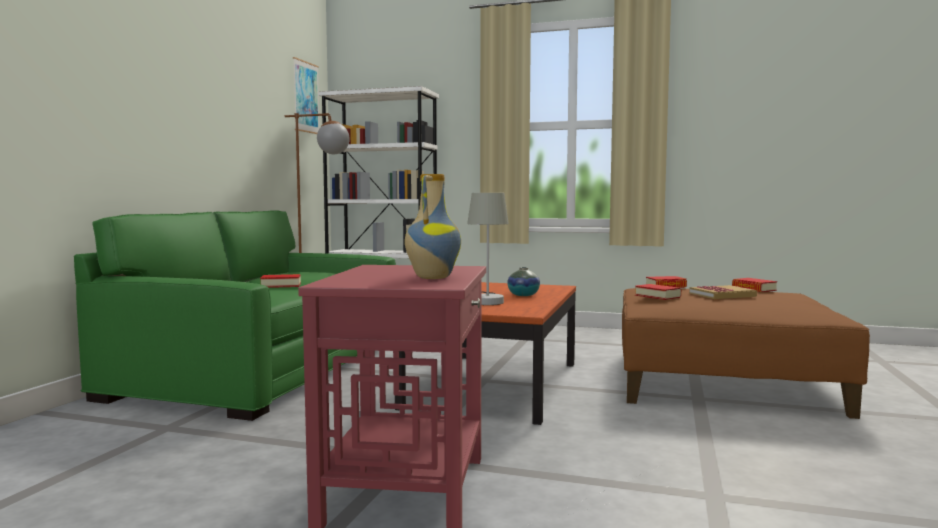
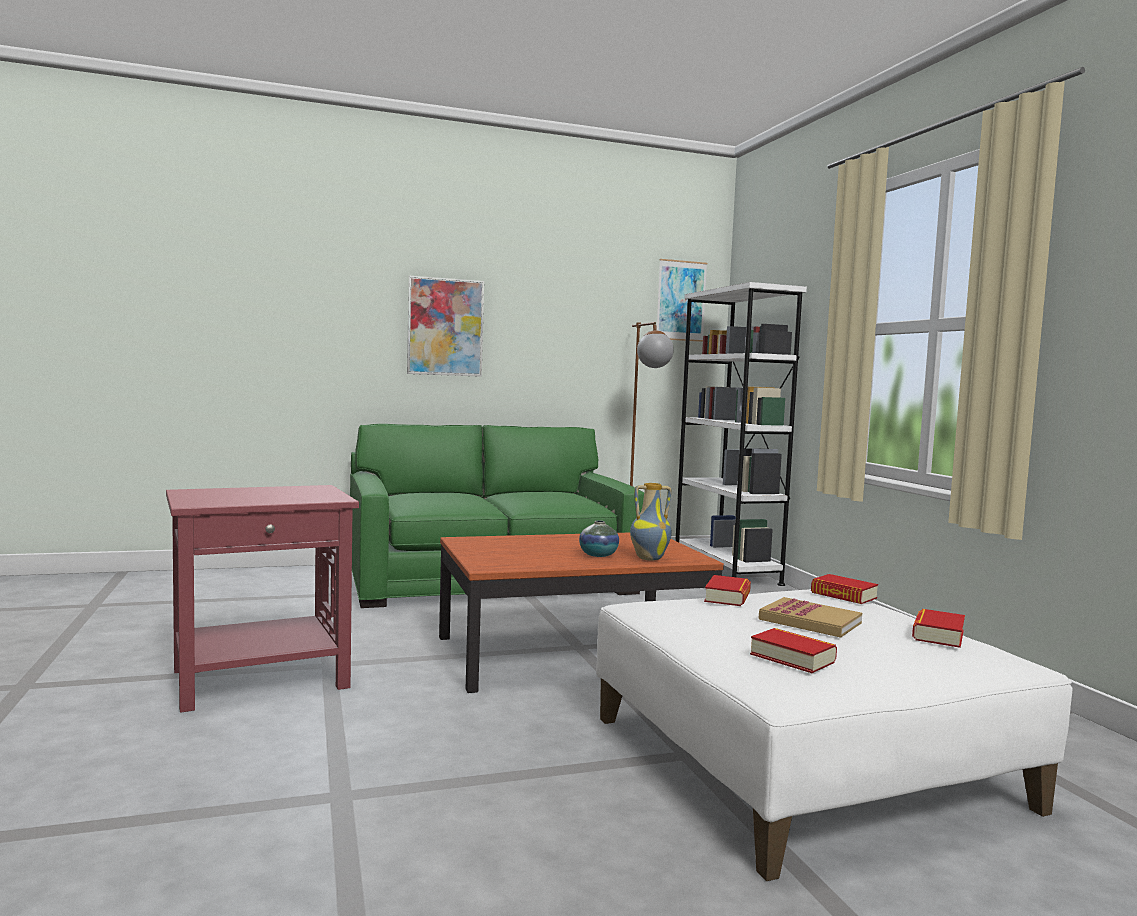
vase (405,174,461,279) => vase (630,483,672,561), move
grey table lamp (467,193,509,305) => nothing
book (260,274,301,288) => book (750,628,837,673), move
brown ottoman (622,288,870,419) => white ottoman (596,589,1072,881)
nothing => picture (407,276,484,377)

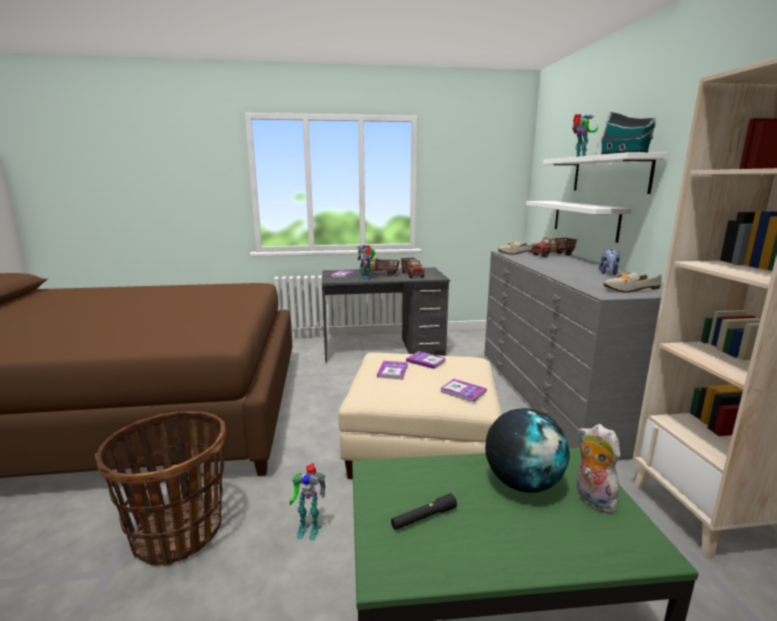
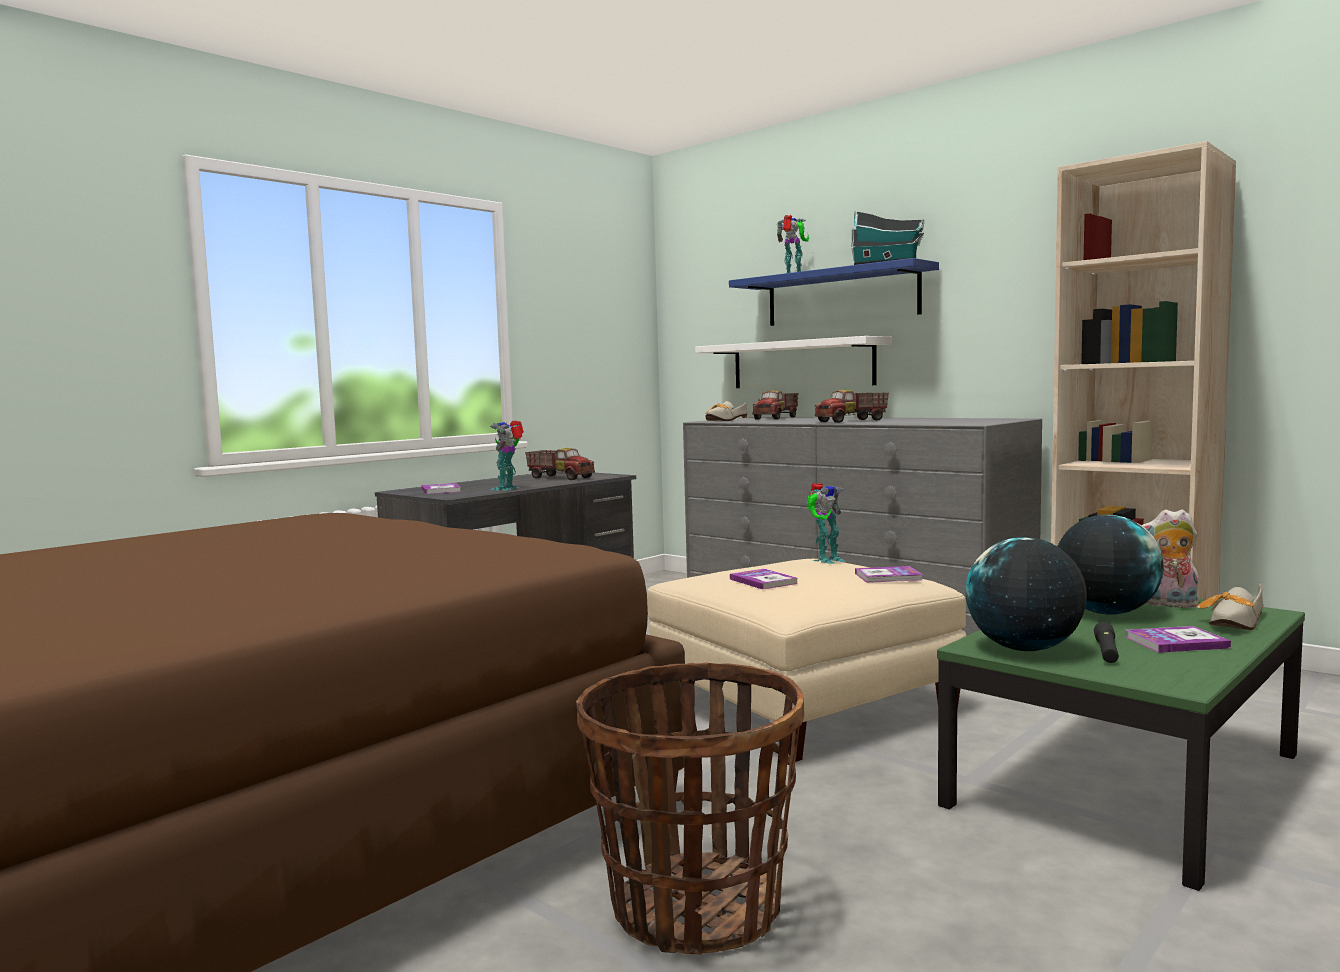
white shelf (543,152,667,194) => blue shelf (729,258,939,326)
plush toy (599,249,620,275) => nothing
toy truck (360,258,400,276) => toy truck (815,390,889,423), move
shoe (603,272,661,293) => shoe (1196,583,1263,630), move
book (406,351,445,369) => book (1125,626,1231,653), move
toy robot (289,463,325,541) => toy robot (806,483,846,564), move
nothing => globe (965,537,1087,651)

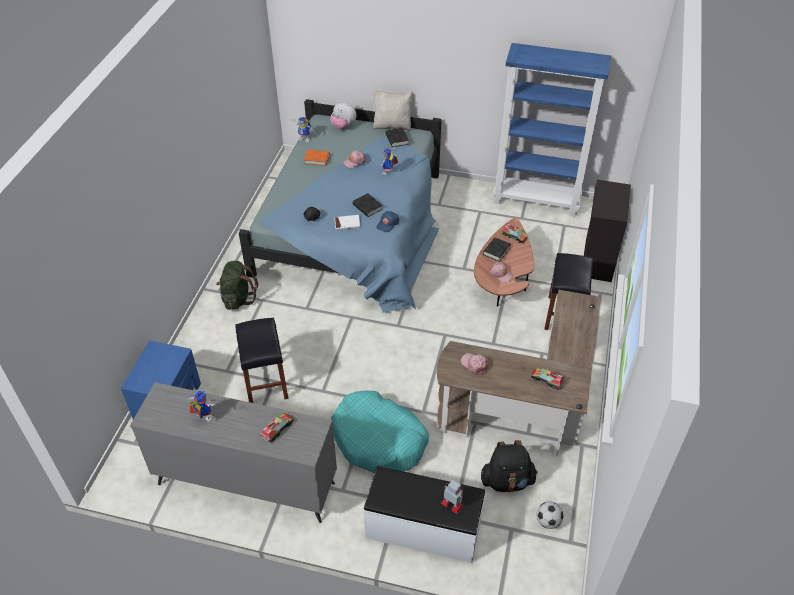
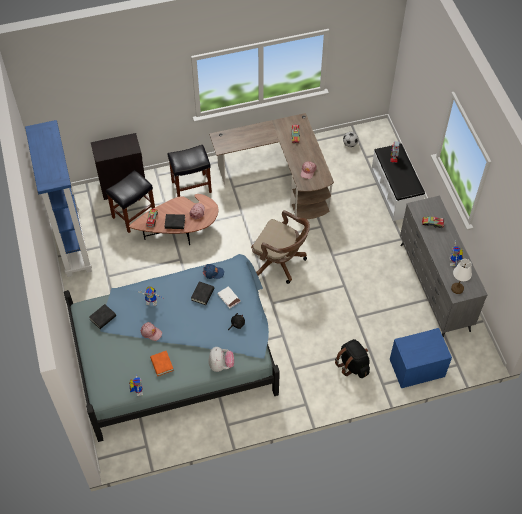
beige pillow (372,91,412,131) => nothing
plush toy (330,101,356,129) => plush toy (209,347,234,372), move
green backpack (216,261,258,310) => nothing
black stool (235,318,288,403) => black stool (106,170,155,233), move
turquoise dog bed (331,390,429,473) => nothing
black backpack (481,440,538,492) => black backpack (335,339,370,378), move
nothing => brown office chair (251,210,310,284)
nothing => white table lamp (451,259,472,294)

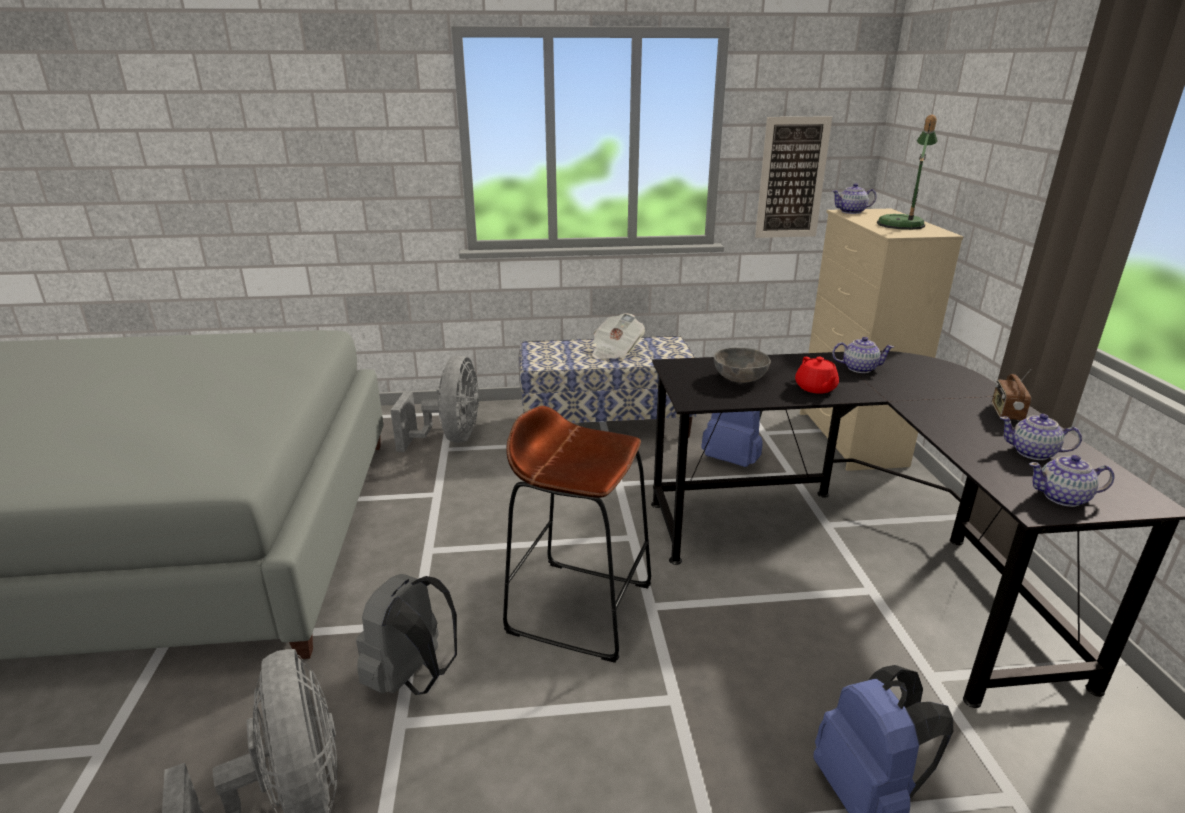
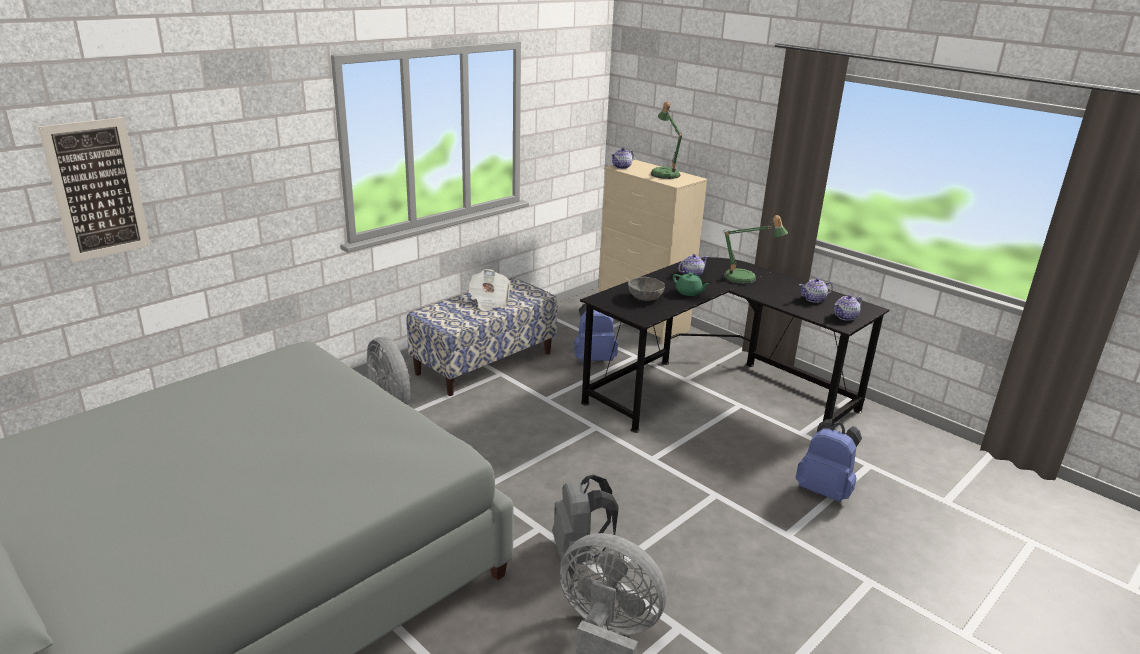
picture (755,116,832,238) => picture (38,117,151,262), move
red teapot (795,357,839,394) => green teapot (673,273,710,296)
radio (992,369,1031,421) => nothing
brown stool (503,406,651,663) => nothing
nothing => table lamp (722,215,788,285)

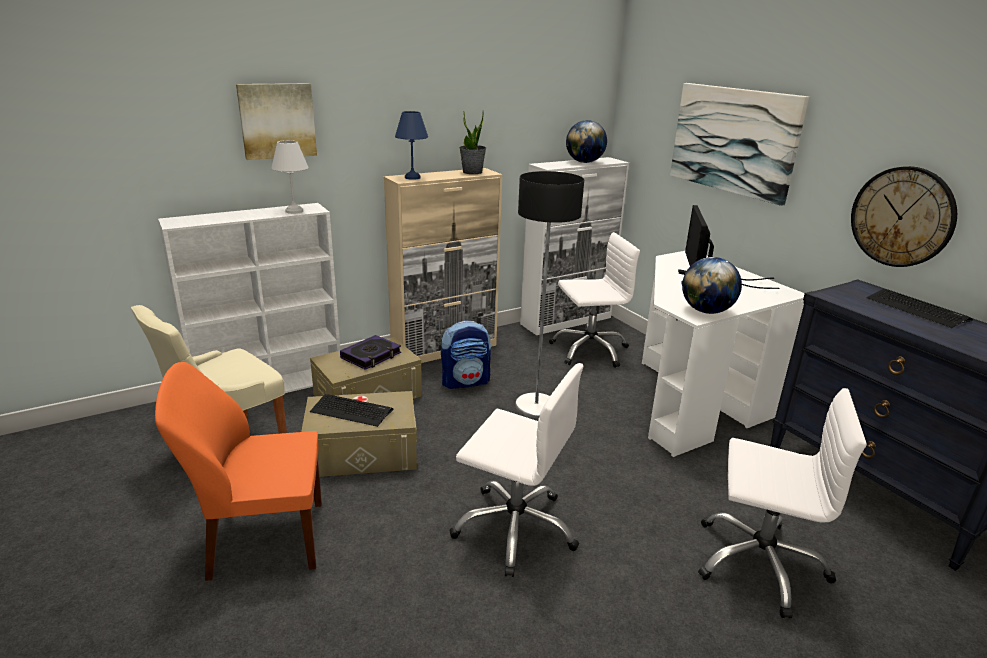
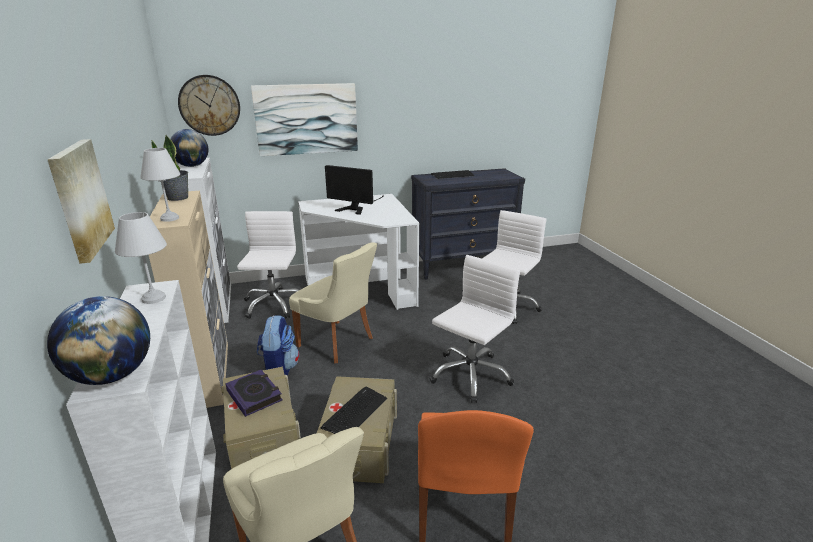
blue table lamp (395,111,428,180) => white table lamp (140,148,180,222)
wall clock (851,166,957,267) => wall clock (178,75,240,136), move
floor lamp (515,171,584,418) => beige chair (289,242,377,363)
globe (682,257,742,314) => globe (47,296,150,385), move

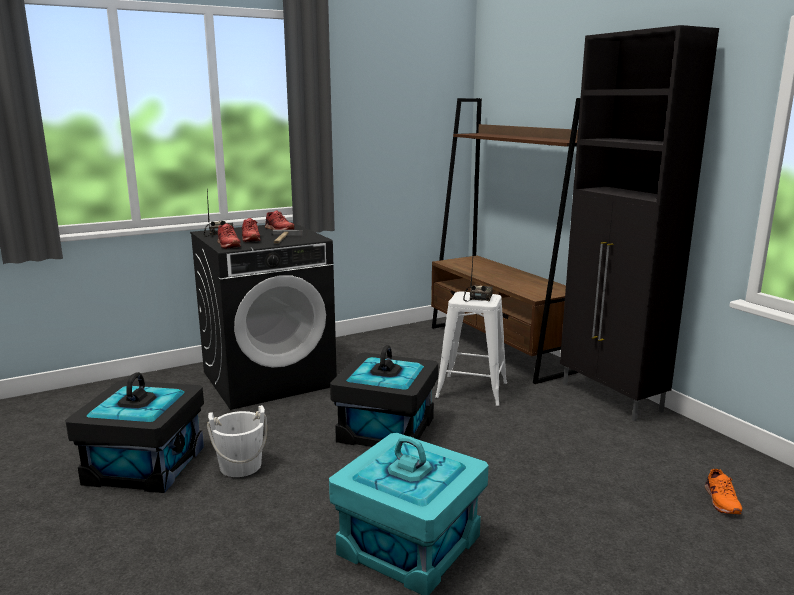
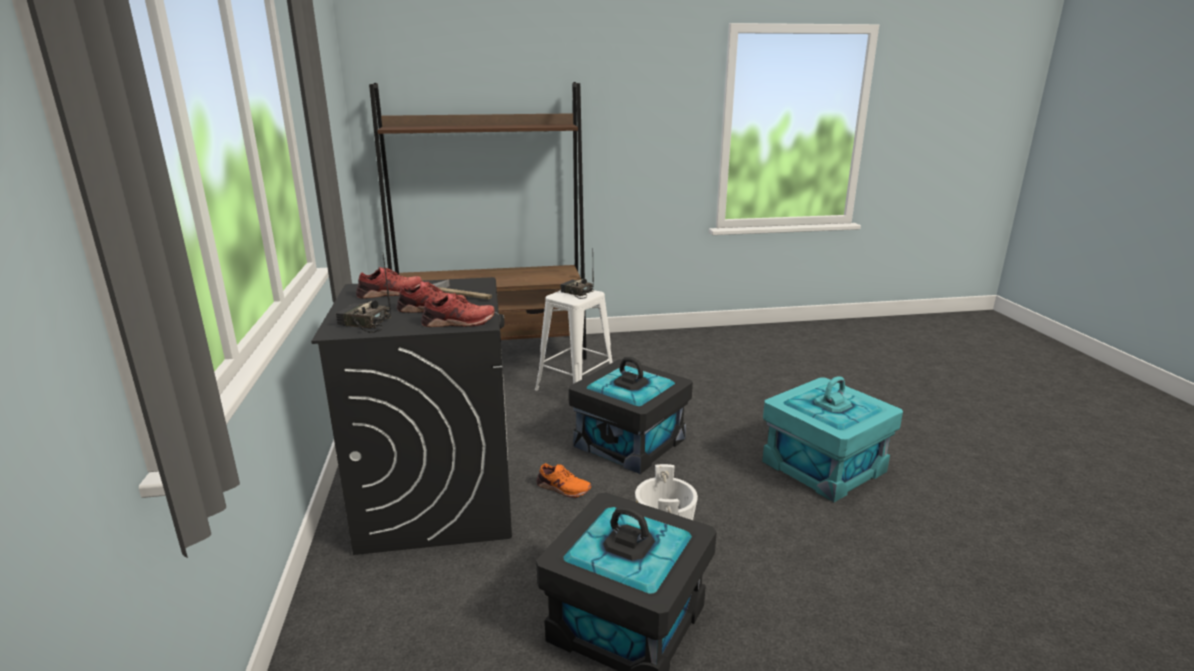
black cabinet (560,25,719,422) => nothing
orange shoe (705,469,742,514) => orange shoe (537,463,591,498), move

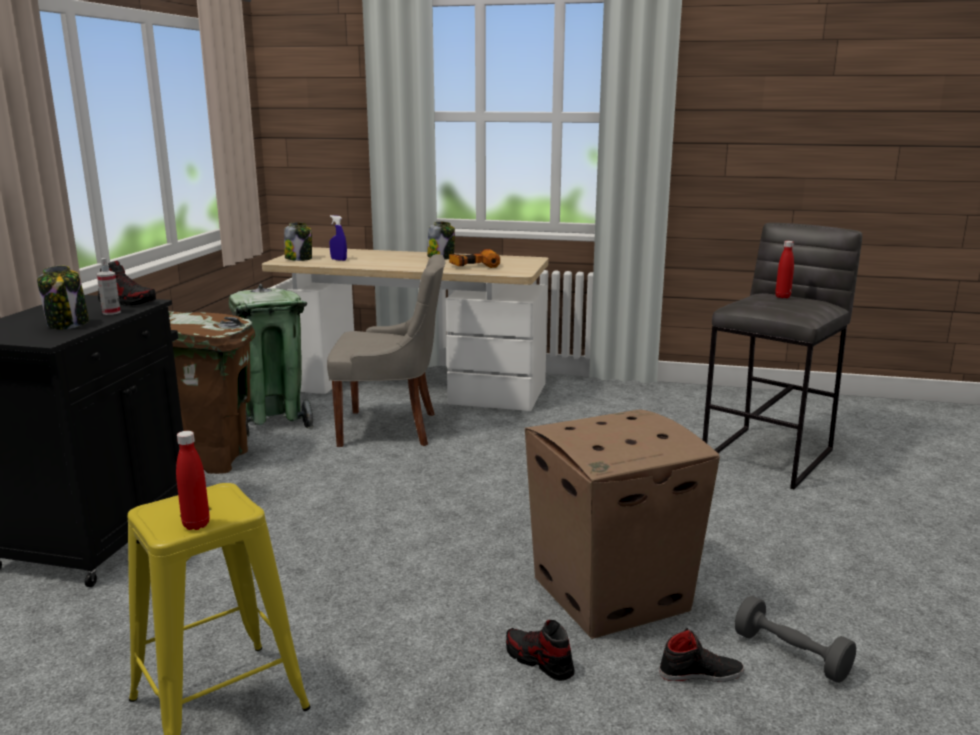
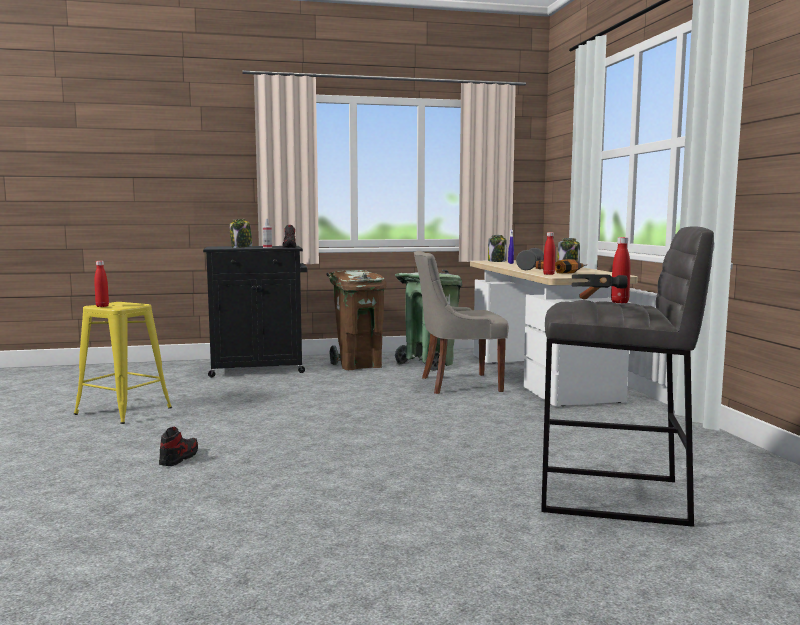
grey chair (327,254,446,447) => grey chair (414,251,509,394), 105 degrees clockwise
cardboard box (525,409,720,639) => nothing
grey dumbbell (735,596,856,683) => grey dumbbell (516,248,544,270), move
black shoe (659,628,744,682) => nothing
nothing => red bottle (543,232,555,275)
nothing => hammer (572,274,628,299)

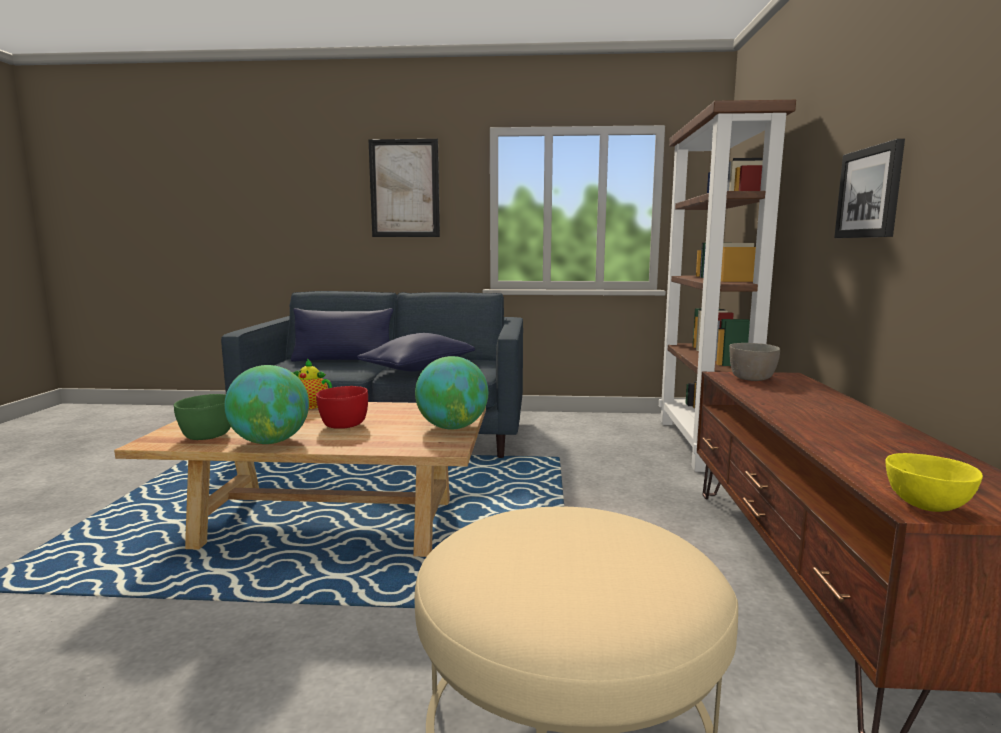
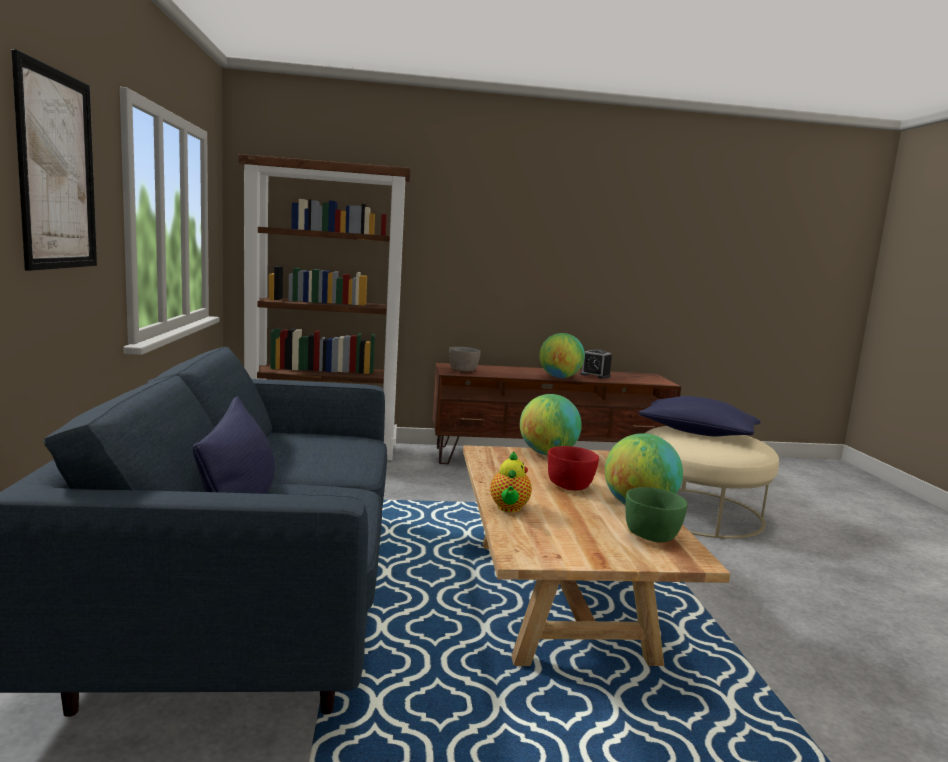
picture (834,139,905,238) => nothing
blue pillow (357,333,475,372) => blue pillow (638,396,761,436), move
yellow bowl (885,453,983,512) => nothing
nothing => globe (539,333,585,378)
nothing => alarm clock (580,349,612,379)

